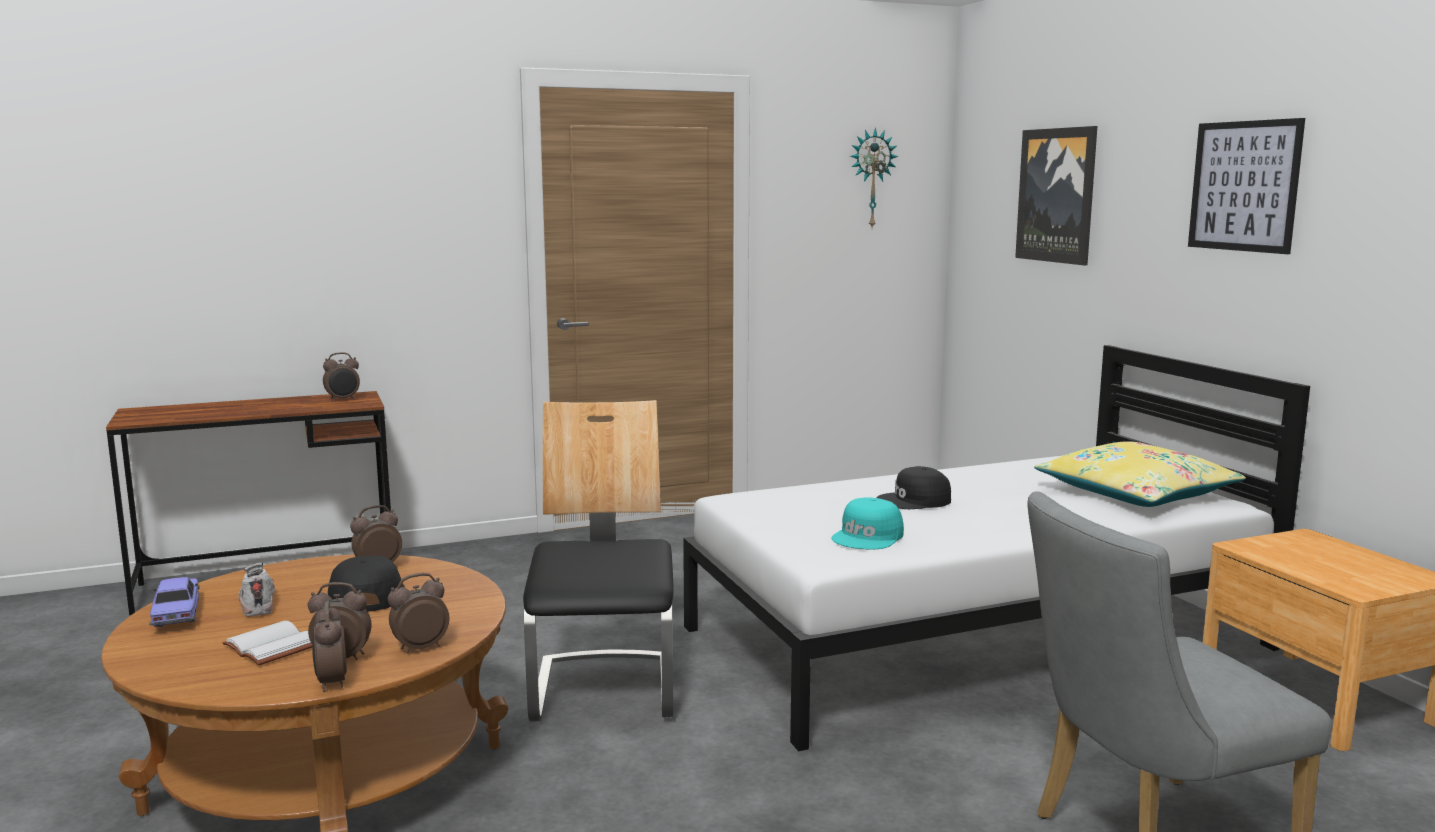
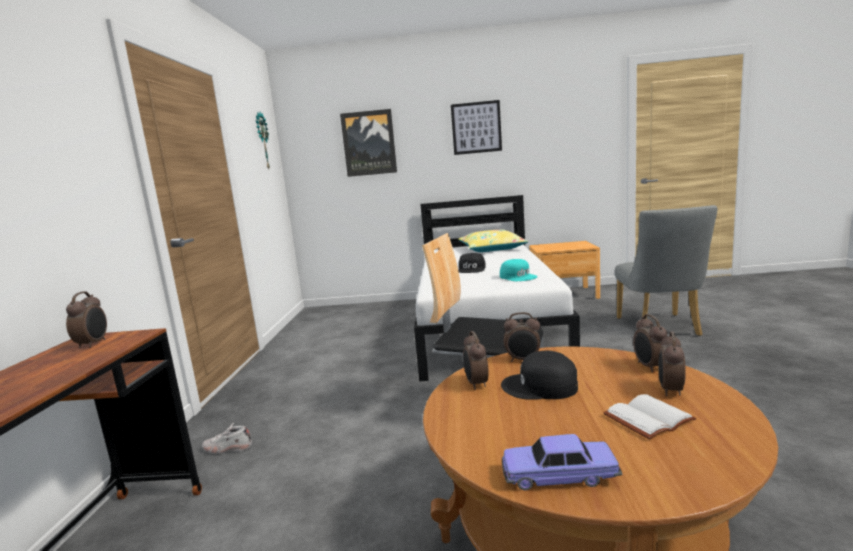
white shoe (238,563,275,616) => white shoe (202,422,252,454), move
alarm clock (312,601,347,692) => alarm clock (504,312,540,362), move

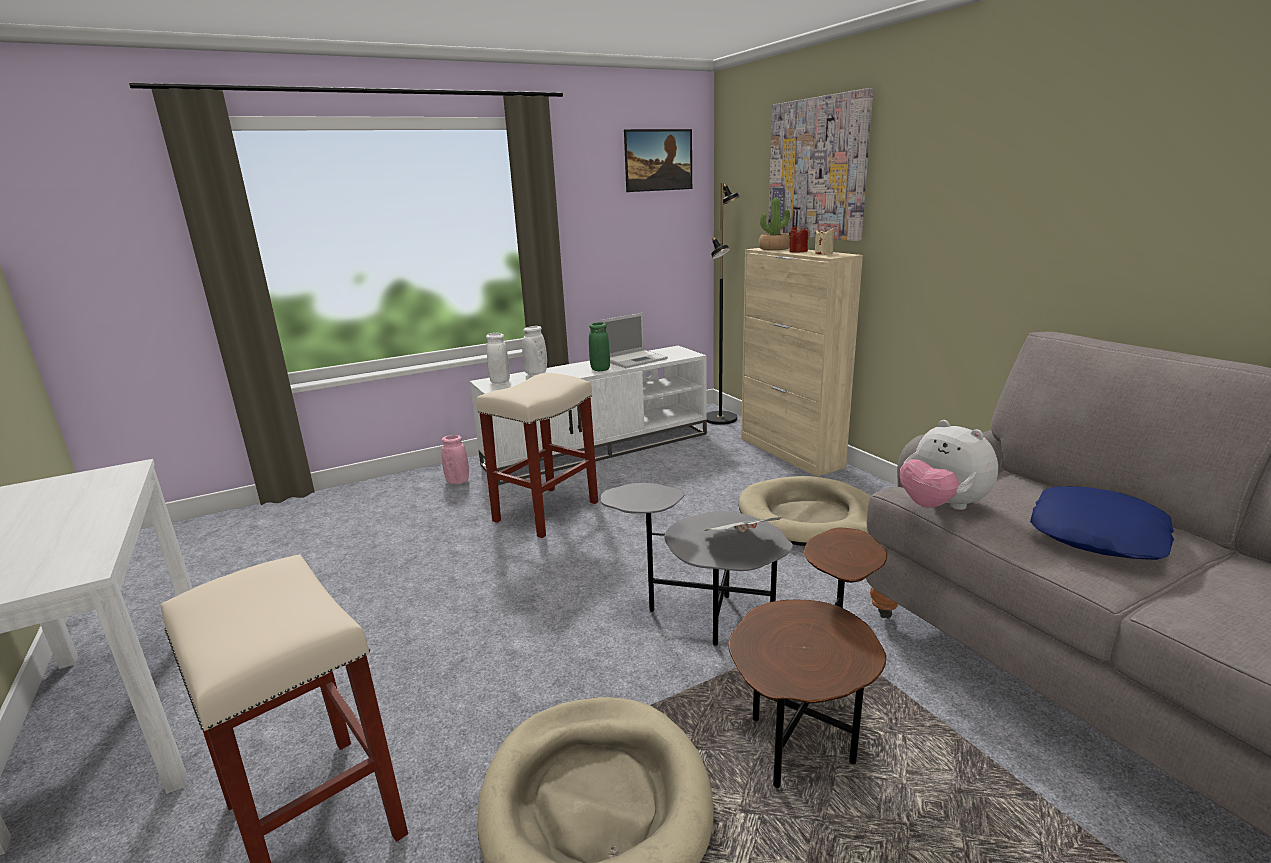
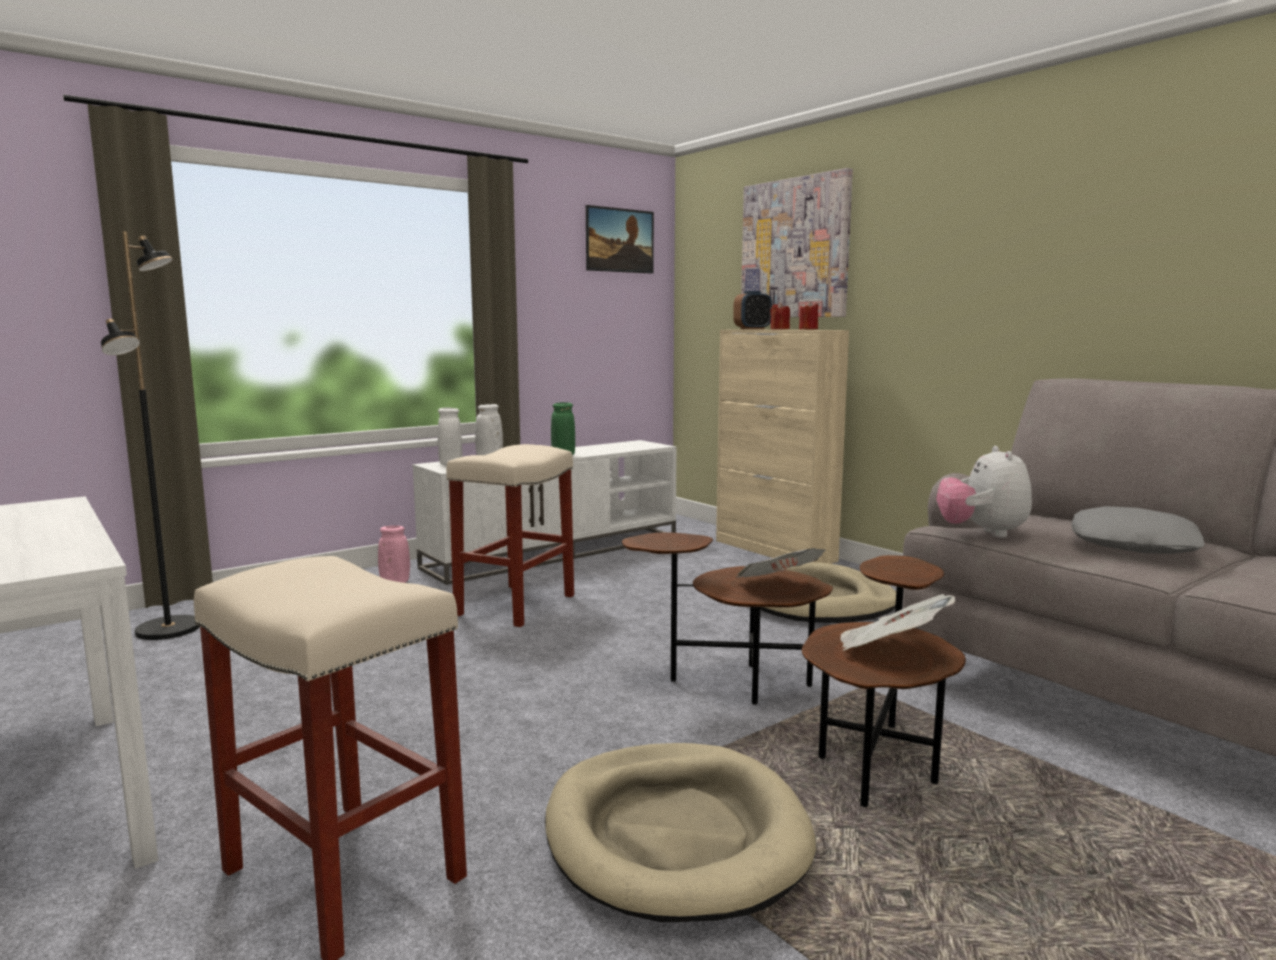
black floor lamp (707,183,740,425) => black floor lamp (101,232,200,640), move
potted plant (759,198,790,250) => alarm clock (733,291,772,329)
beige candle (815,226,834,254) => red candle (799,302,819,330)
laptop (600,313,668,368) => nothing
plush toy (900,420,998,510) => plush toy (936,446,1032,538), 45 degrees clockwise
grey side table (600,483,793,646) => brown side table (622,533,833,705)
blue pillow (1030,486,1174,560) => grey pillow (1071,506,1205,554)
nothing => newspaper (840,594,955,650)

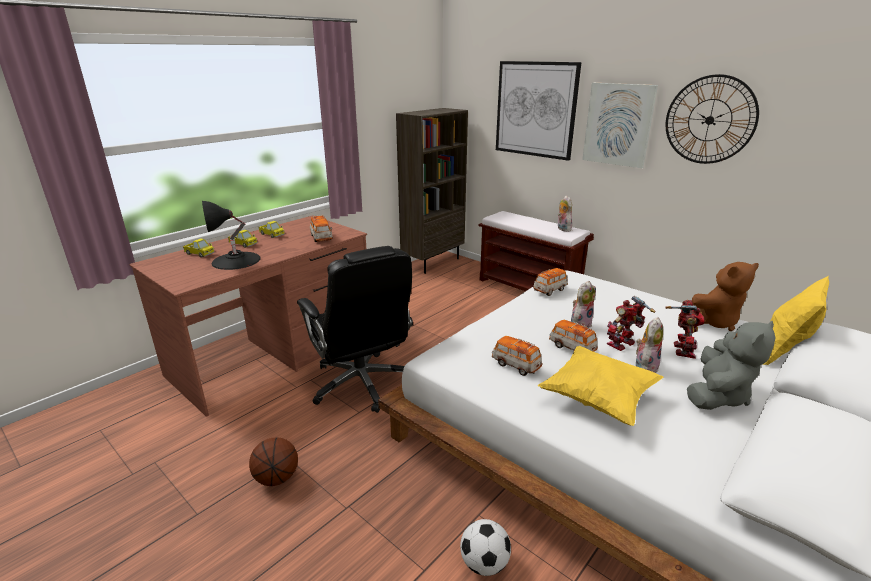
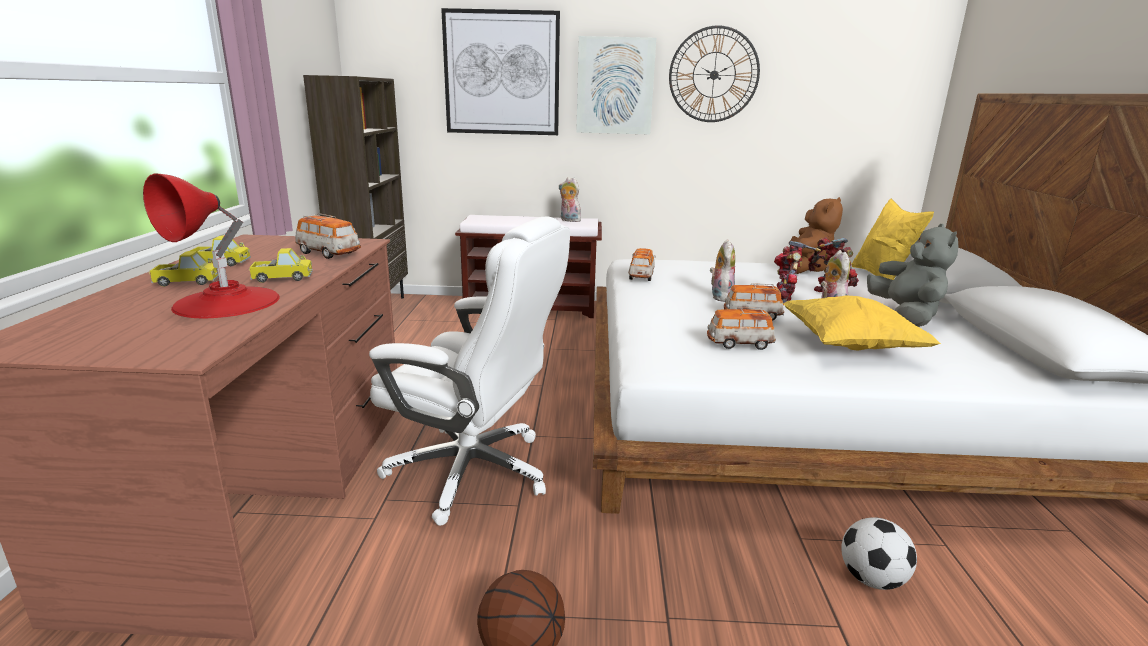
black table lamp (202,201,261,270) => red table lamp (143,174,280,318)
toy truck (183,238,215,257) => toy truck (249,248,313,283), move
black office chair (297,246,413,413) => white office chair (369,216,570,526)

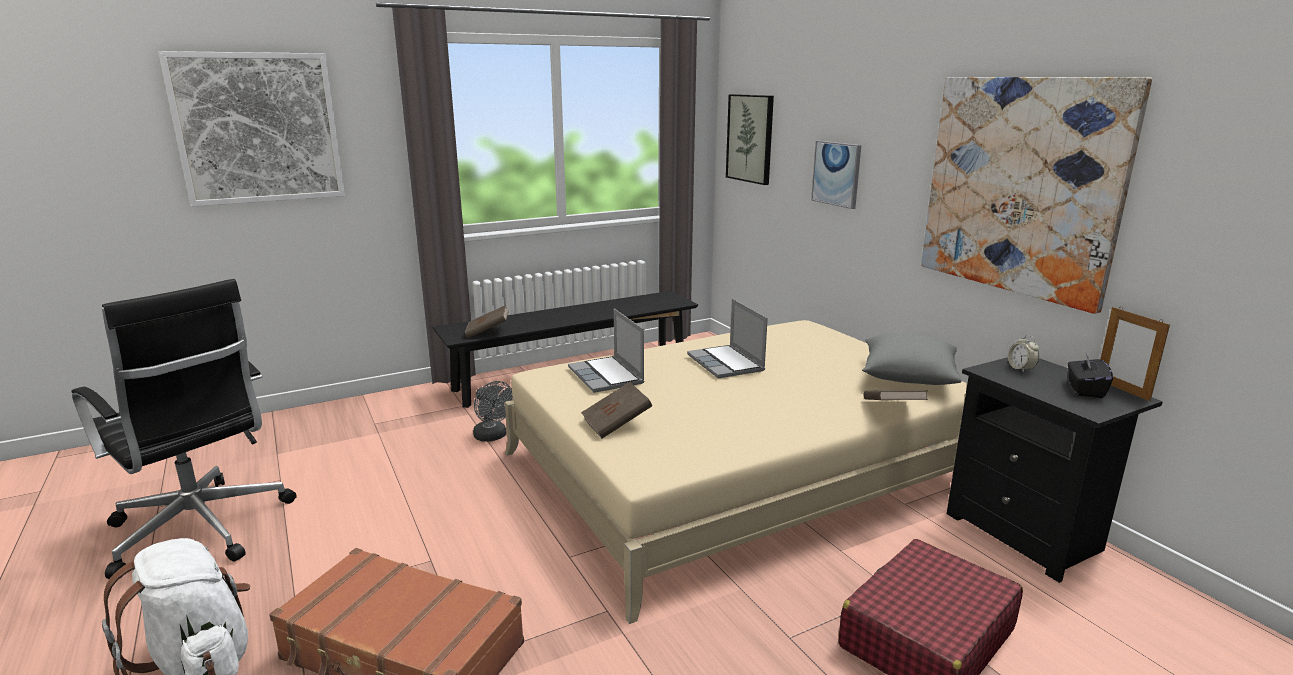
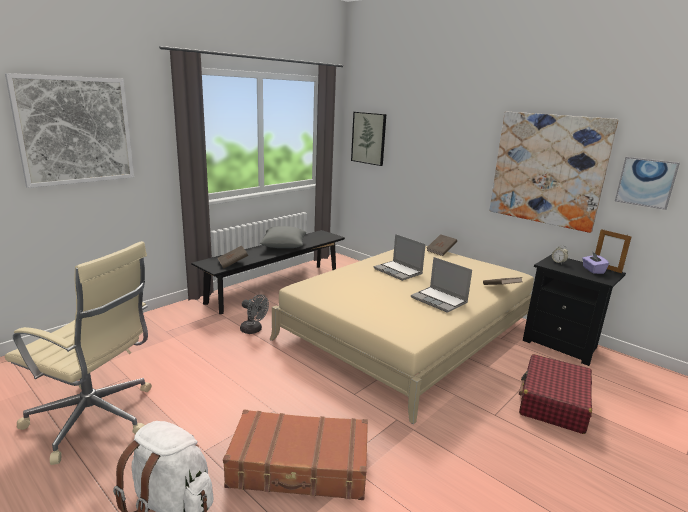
picture (811,141,861,209) => picture (615,157,680,210), move
black office chair (72,279,297,579) => beige office chair (5,241,152,465)
laptop (568,309,644,393) => laptop (411,257,472,313), move
grey pillow (862,333,962,385) => grey pillow (260,226,306,248), move
black tissue box (1068,353,1113,398) => purple tissue box (582,251,609,274)
brown book (581,382,652,439) => brown book (427,234,457,256), move

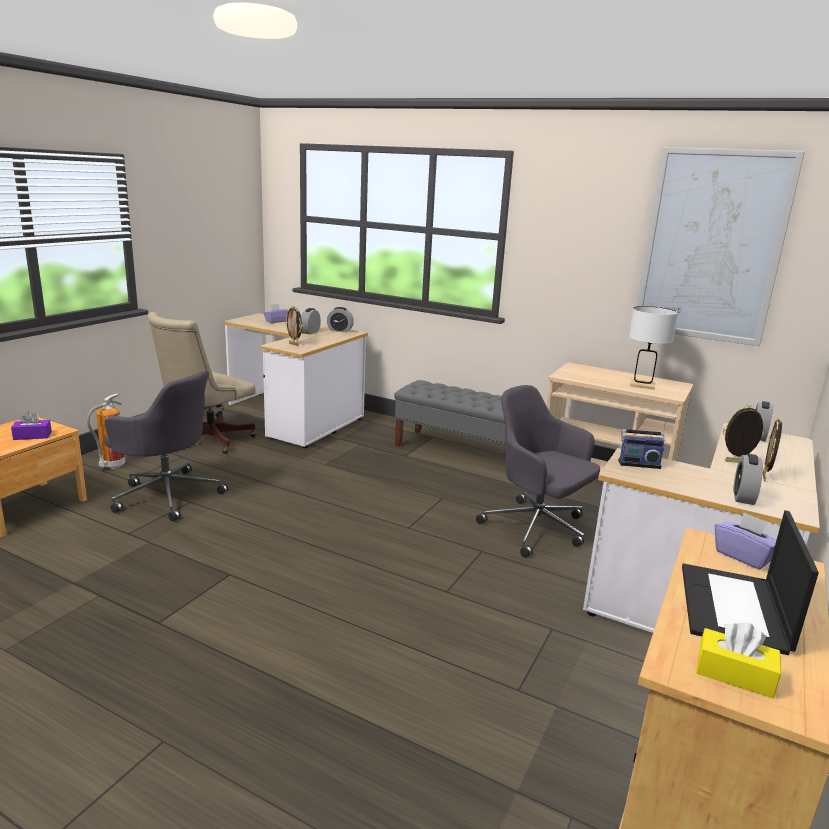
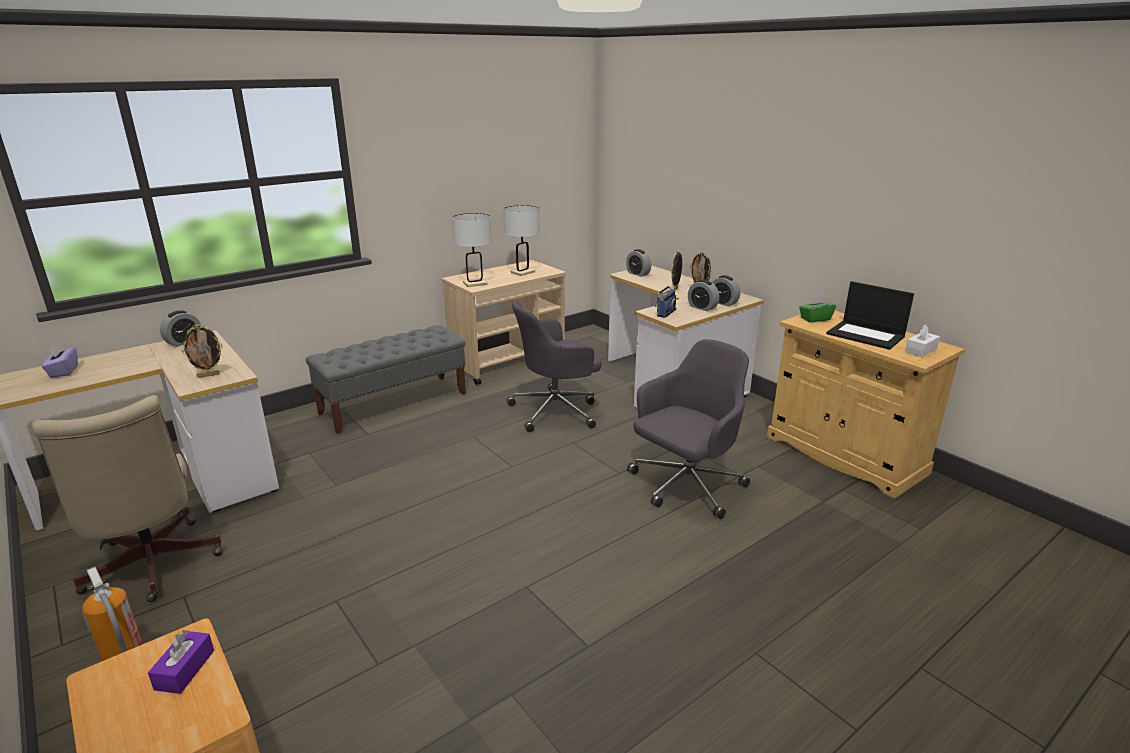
picture (636,147,805,346) => nothing
alarm clock (301,308,321,334) => alarm clock (688,280,719,311), move
grey office chair (104,370,228,521) => grey office chair (627,339,750,519), move
purple tissue box (715,512,776,570) => green tissue box (799,295,836,322)
yellow tissue box (696,622,781,698) => white tissue box (905,324,940,357)
nothing => white table lamp (452,213,492,287)

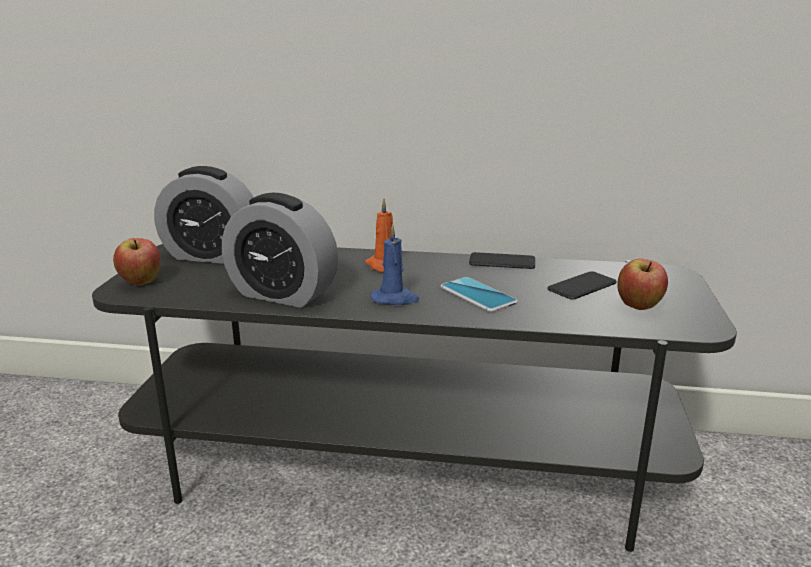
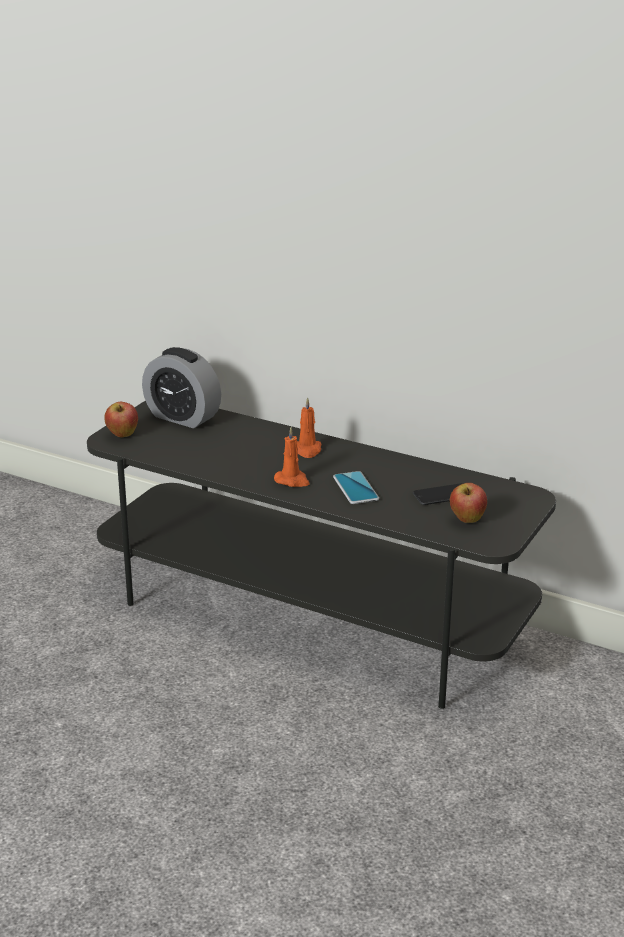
alarm clock (222,193,338,308) => nothing
blue candle (371,224,419,305) => orange candle (274,427,310,487)
phone (469,252,535,269) => nothing

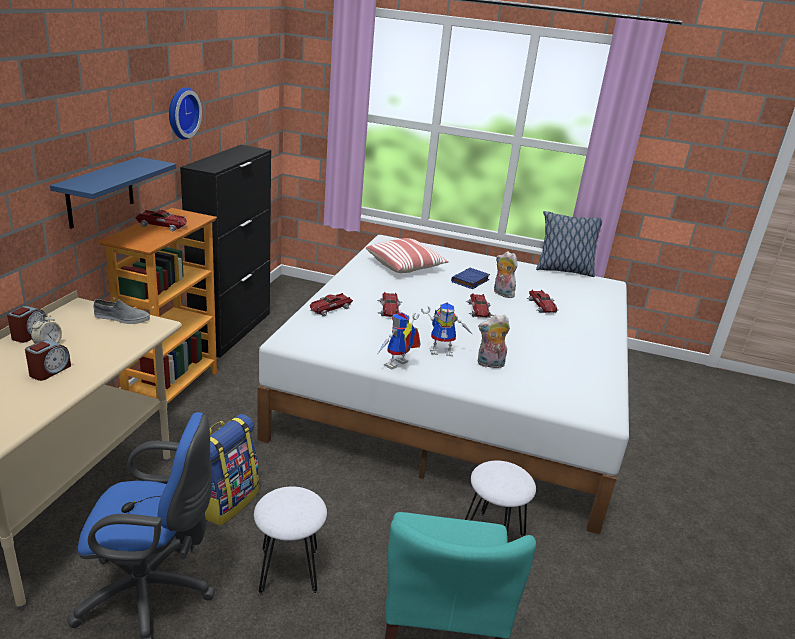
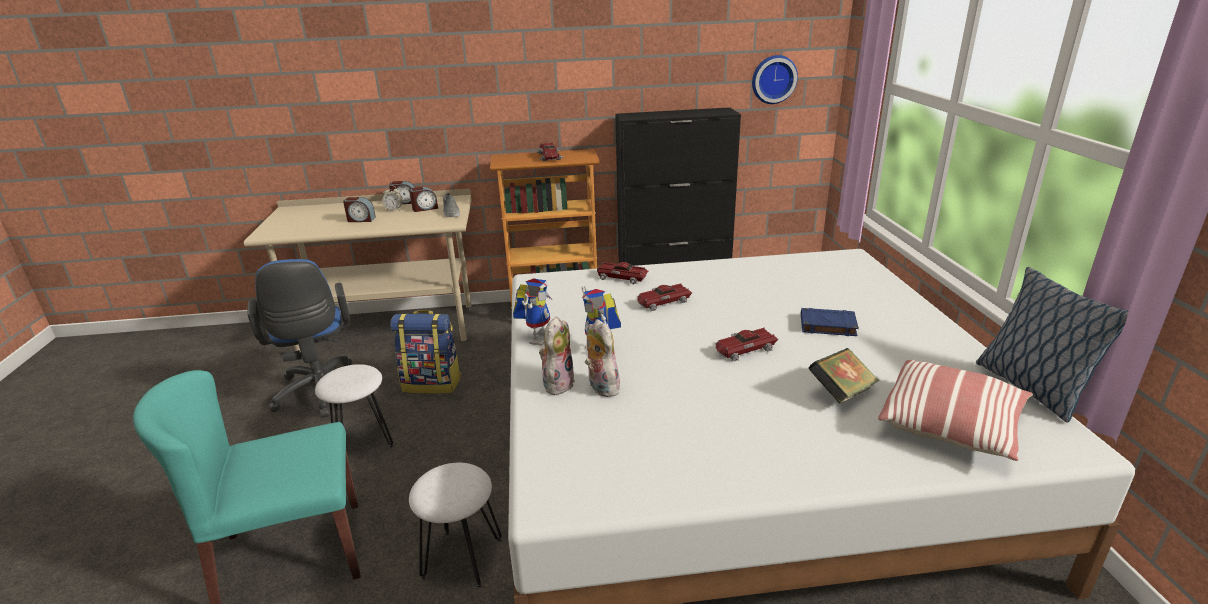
wall clock (169,87,202,140) => wall clock (752,55,798,104), move
blue shelf (50,157,176,229) => nothing
pillow (366,238,449,273) => pillow (878,360,1033,461), move
plush toy (494,251,518,298) => plush toy (539,316,575,395), move
toy car (526,290,558,313) => book (808,348,879,404)
toy robot (378,312,420,369) => toy robot (513,278,552,346), 90 degrees clockwise
nothing => alarm clock (409,187,438,212)

